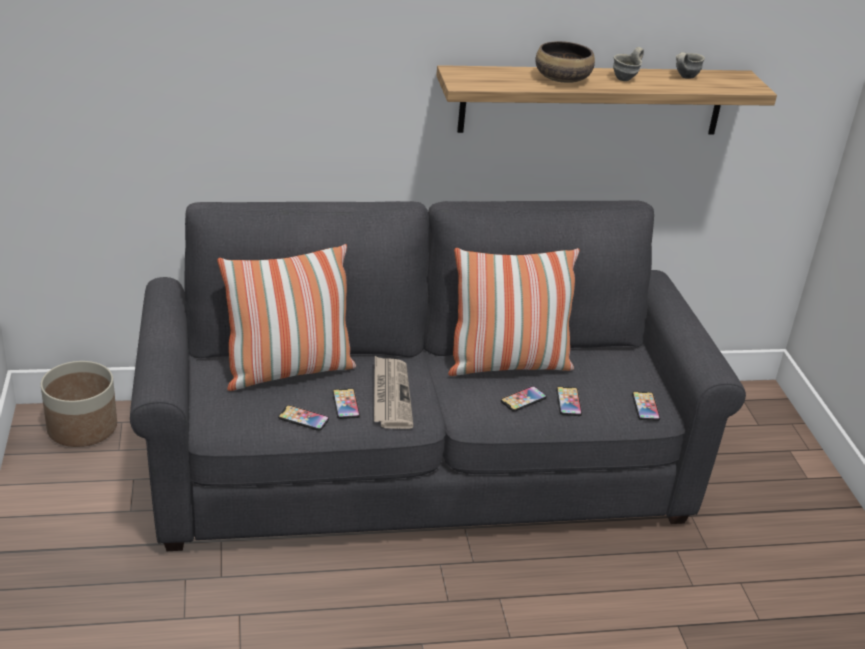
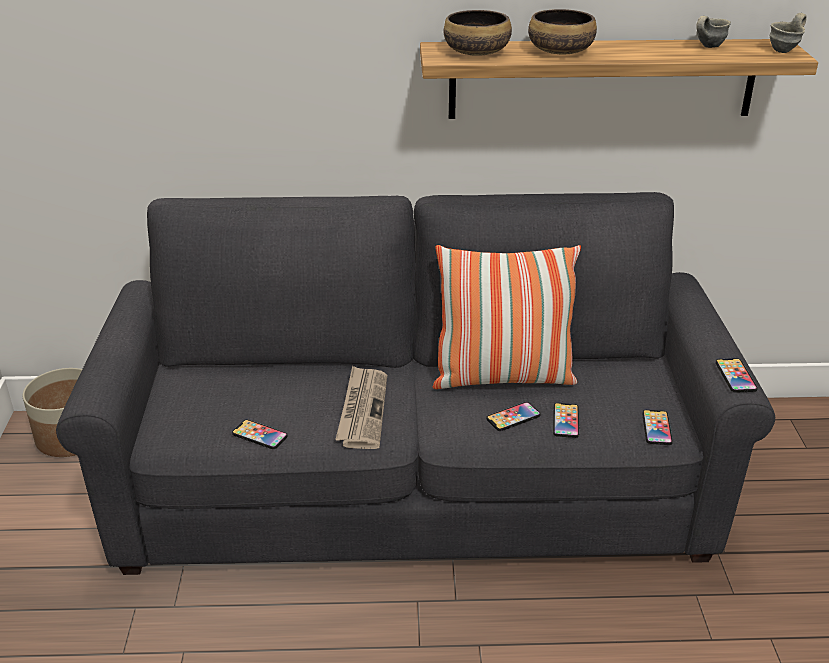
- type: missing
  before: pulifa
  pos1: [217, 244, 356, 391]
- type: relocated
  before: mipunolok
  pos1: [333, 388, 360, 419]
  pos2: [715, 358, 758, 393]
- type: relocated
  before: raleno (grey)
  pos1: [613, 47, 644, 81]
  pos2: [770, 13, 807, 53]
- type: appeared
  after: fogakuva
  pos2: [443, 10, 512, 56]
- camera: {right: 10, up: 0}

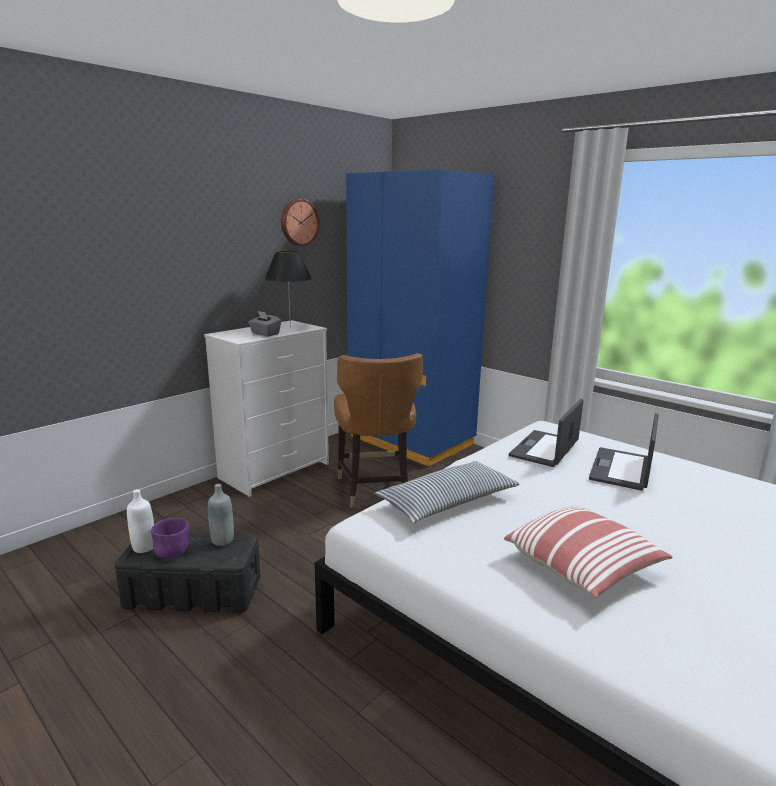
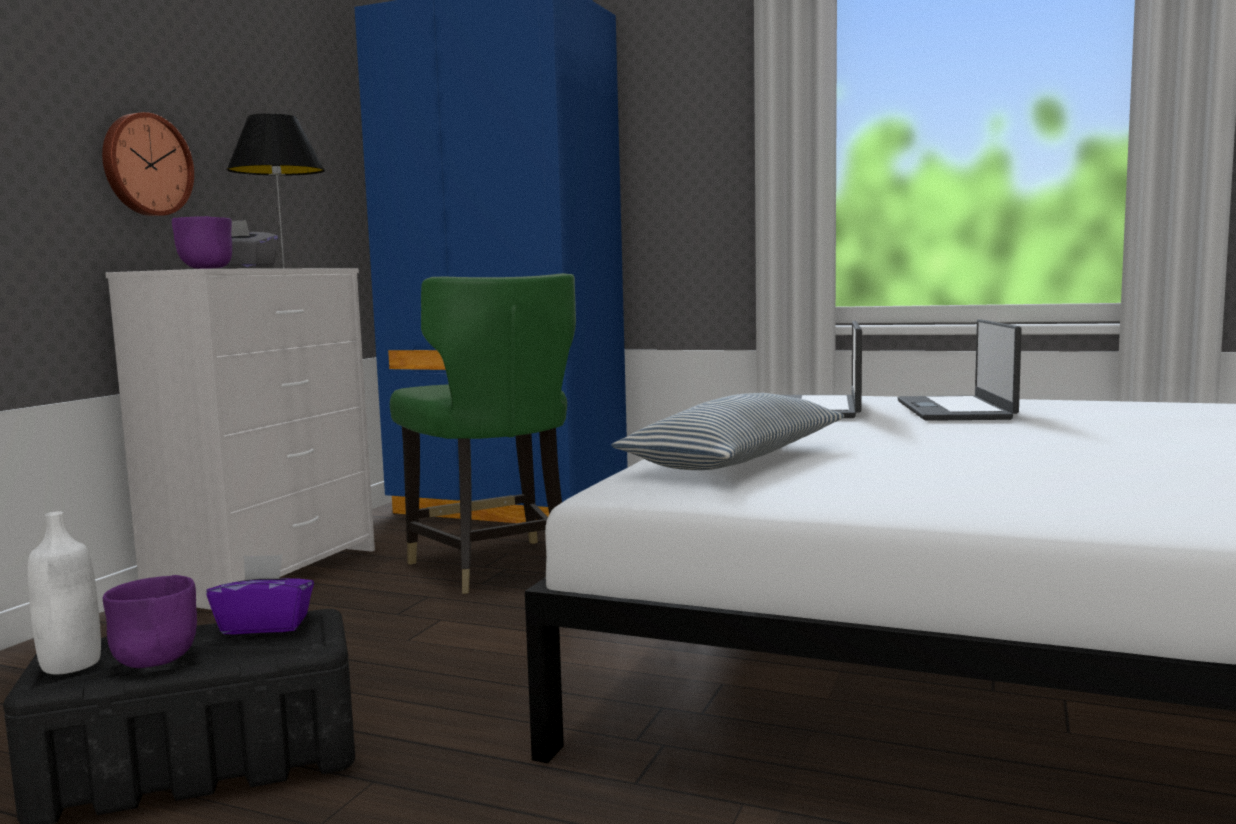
- type: exchanged
  before: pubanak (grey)
  after: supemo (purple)
  pos1: [208, 484, 234, 546]
  pos2: [206, 554, 314, 635]
- type: relocated
  before: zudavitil
  pos1: [281, 199, 320, 246]
  pos2: [102, 112, 194, 216]
- type: colour
  before: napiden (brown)
  after: napiden (green)
  pos1: [334, 353, 423, 508]
  pos2: [390, 273, 576, 594]
- type: missing
  before: pulifa
  pos1: [504, 506, 673, 598]
- type: appeared
  after: fogakuva (purple)
  pos2: [172, 216, 232, 269]
- camera: {right: -20, up: -10}

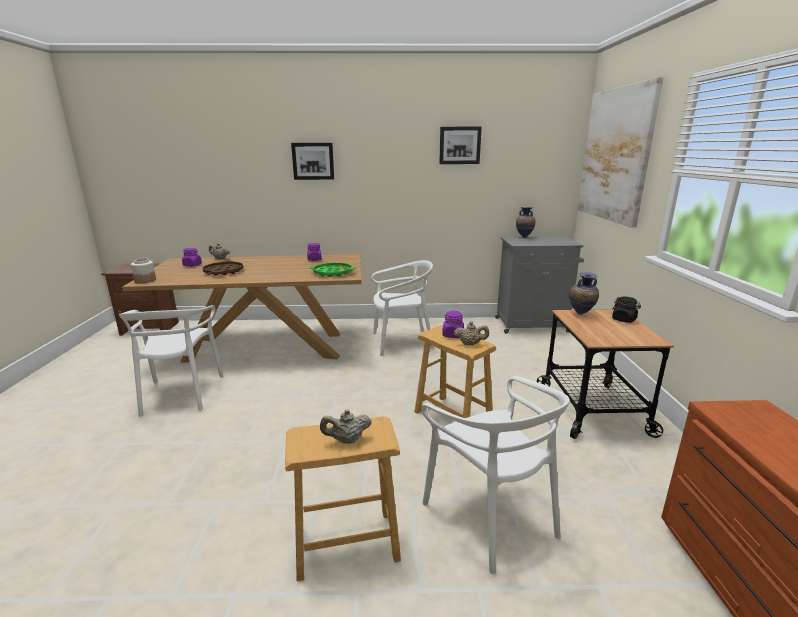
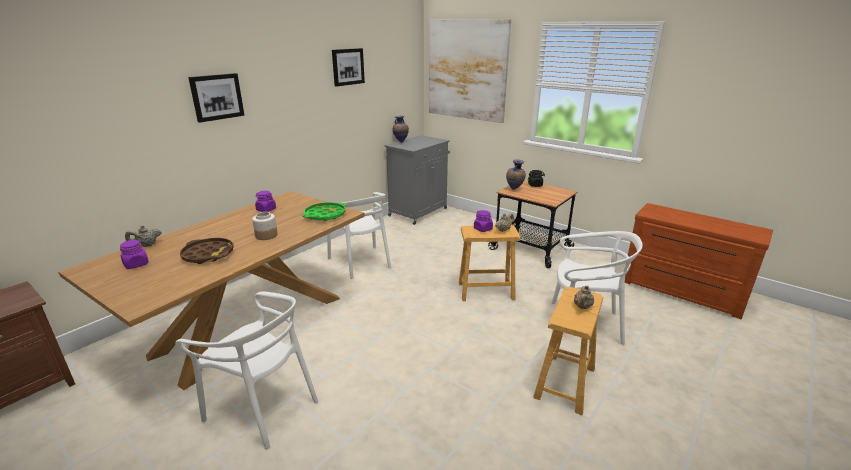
- type: relocated
  before: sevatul
  pos1: [131, 258, 156, 283]
  pos2: [252, 212, 278, 240]
- type: spun
  before: napiden (white)
  pos1: [371, 260, 434, 356]
  pos2: [327, 192, 391, 279]
  turn: 120
- camera: {right: -50, up: 5}

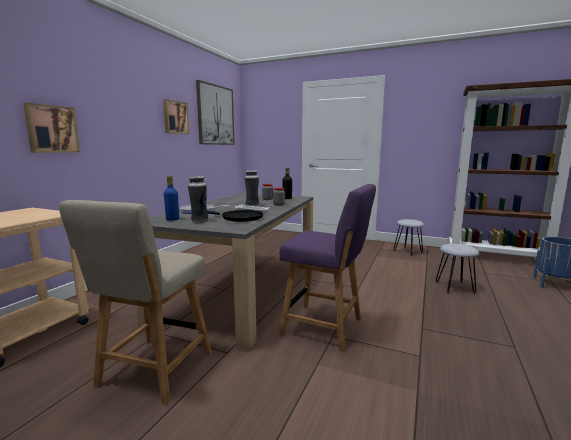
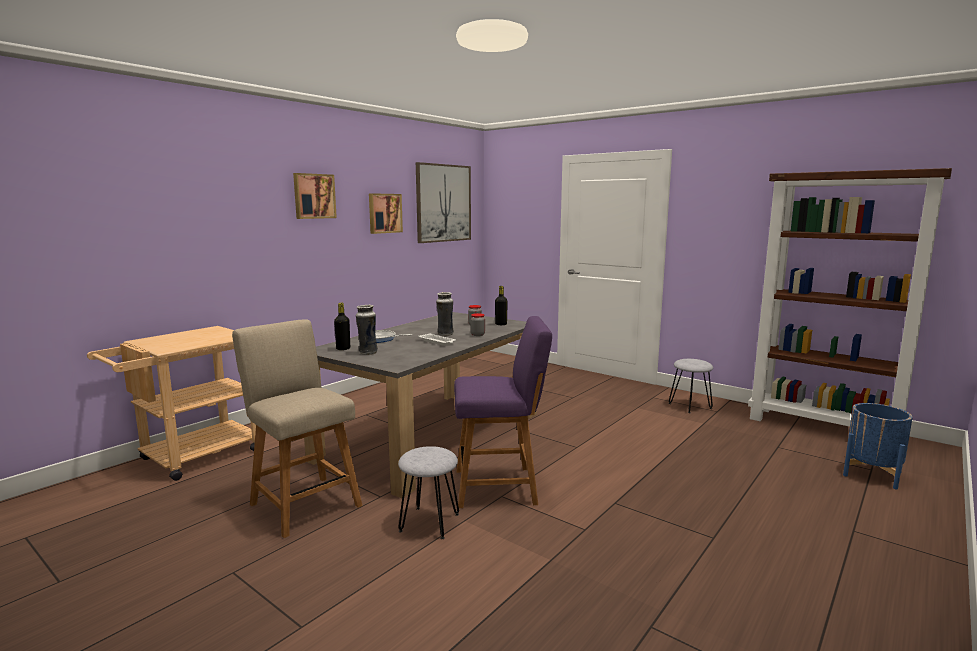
- type: relocated
  before: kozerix
  pos1: [23, 103, 80, 153]
  pos2: [293, 173, 337, 219]
- type: spun
  before: napiden (beige)
  pos1: [59, 200, 212, 405]
  pos2: [232, 319, 363, 538]
  turn: 105
- type: colour
  before: pubanak (blue)
  after: pubanak (black)
  pos1: [164, 176, 179, 221]
  pos2: [334, 303, 350, 350]
- type: missing
  before: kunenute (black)
  pos1: [207, 210, 263, 222]
- type: spun
  before: napiden (purple)
  pos1: [279, 184, 376, 352]
  pos2: [454, 316, 552, 508]
  turn: -45
- type: relocated
  before: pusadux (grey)
  pos1: [435, 244, 479, 294]
  pos2: [398, 446, 459, 539]
- camera: {right: 15, up: 0}

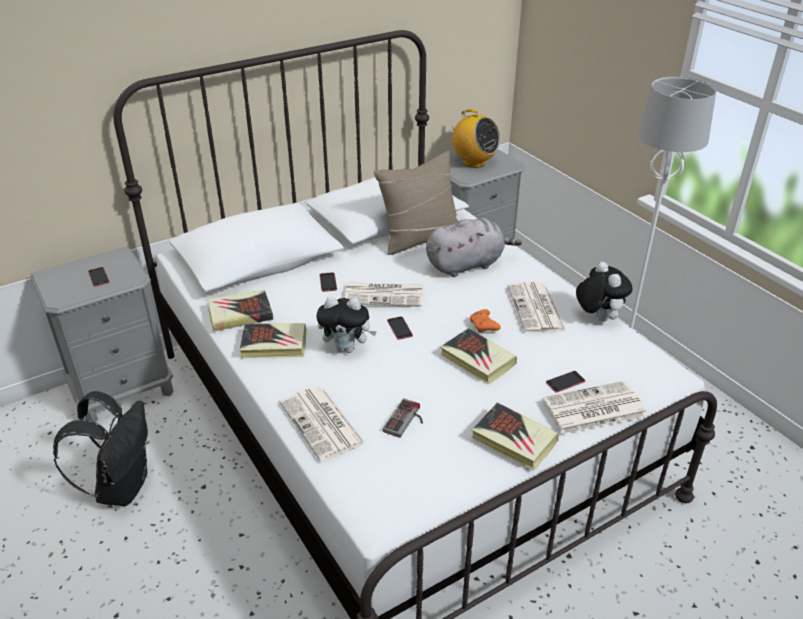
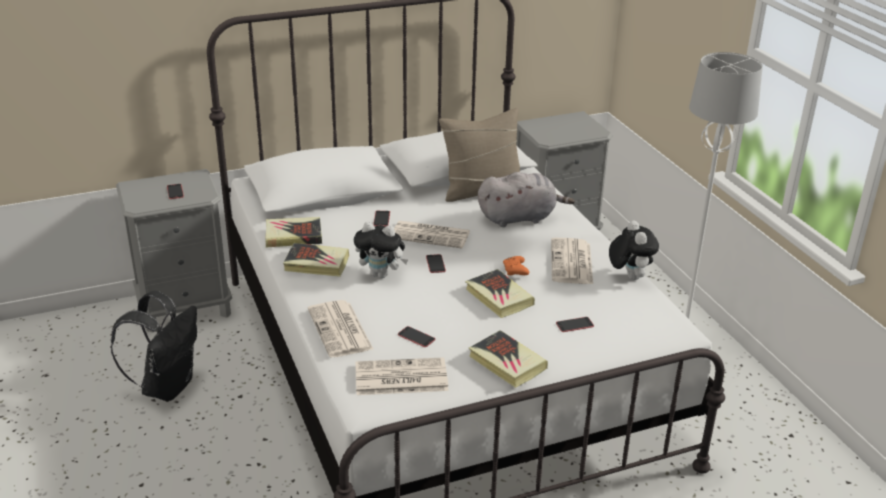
- type: exchanged
  before: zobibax
  after: mipunolok
  pos1: [383, 398, 423, 438]
  pos2: [398, 326, 435, 347]
- type: missing
  before: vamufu
  pos1: [450, 109, 500, 168]
- type: relocated
  before: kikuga
  pos1: [542, 381, 648, 434]
  pos2: [355, 357, 449, 395]
- camera: {right: 10, up: -5}

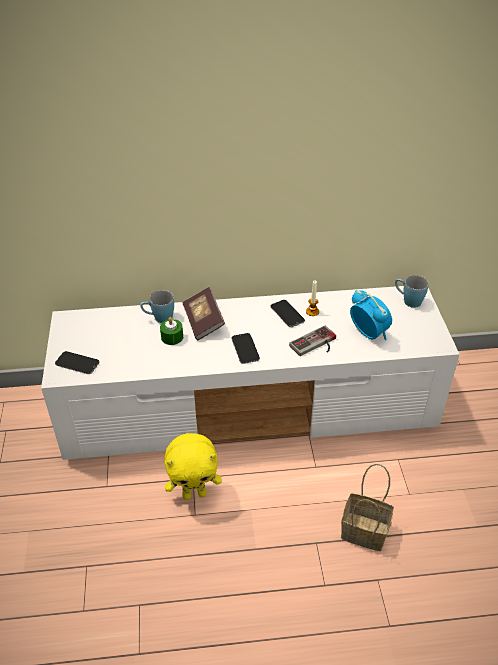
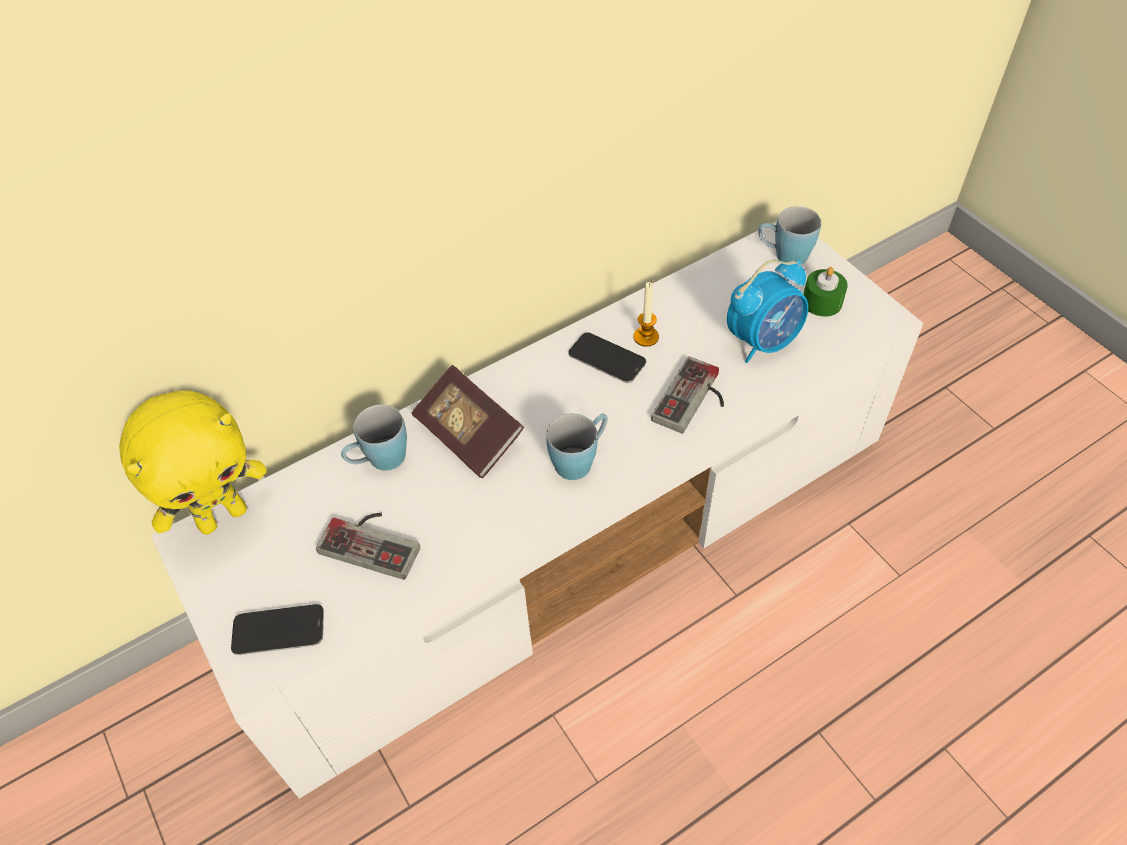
- type: relocated
  before: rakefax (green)
  pos1: [160, 317, 183, 345]
  pos2: [803, 267, 848, 317]
- type: relocated
  before: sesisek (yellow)
  pos1: [165, 433, 222, 500]
  pos2: [119, 390, 267, 535]
- type: exchanged
  before: mipunolok
  after: raleno (blue)
  pos1: [231, 333, 260, 364]
  pos2: [546, 413, 608, 480]
- type: missing
  before: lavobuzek
  pos1: [341, 464, 394, 551]
- type: spun
  before: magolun
  pos1: [350, 290, 392, 340]
  pos2: [727, 260, 808, 363]
  turn: 120
- type: appeared
  after: zobibax
  pos2: [316, 513, 420, 580]
- camera: {right: -25, up: 10}

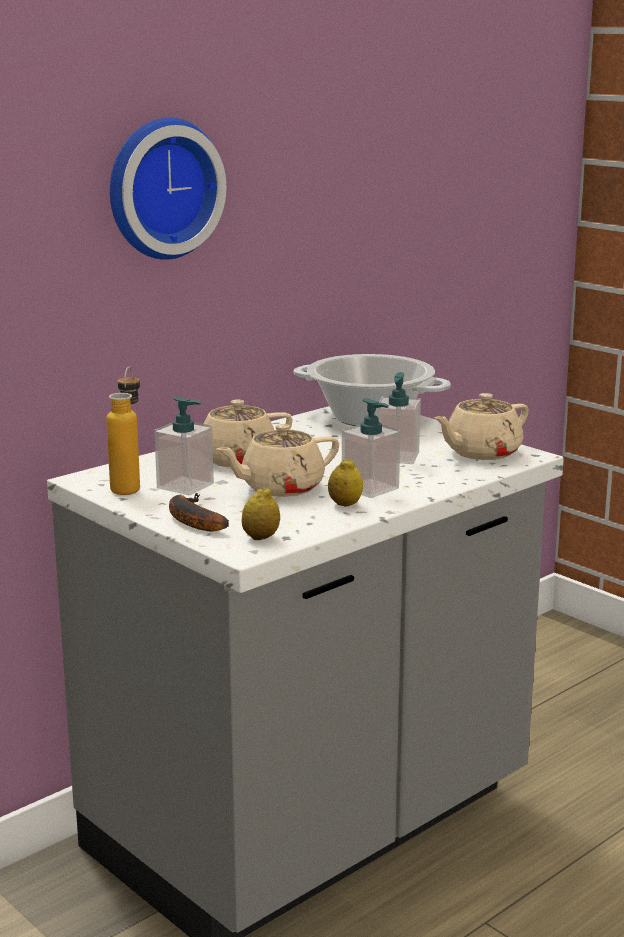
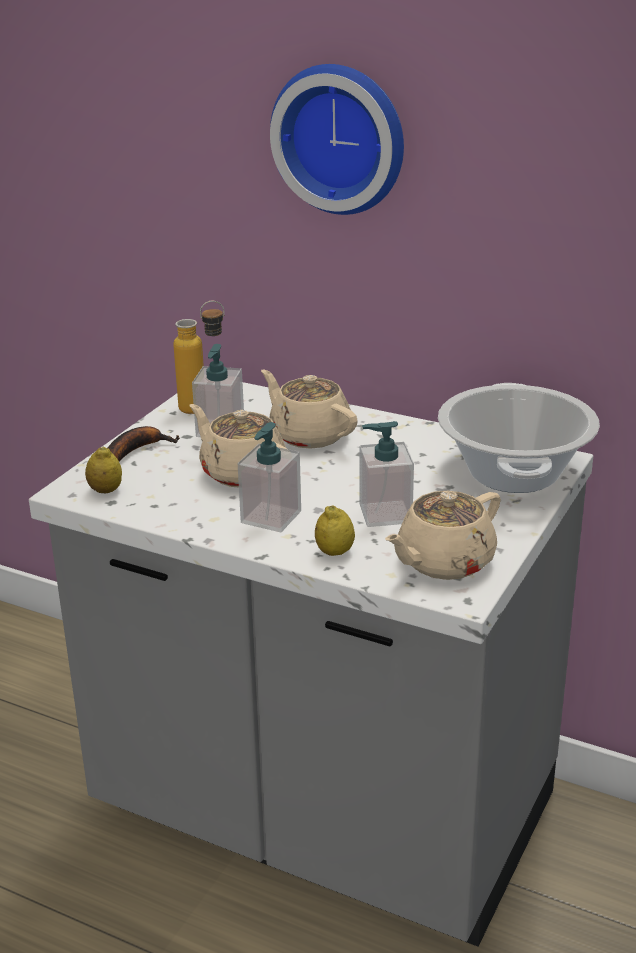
- type: relocated
  before: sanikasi
  pos1: [328, 458, 363, 506]
  pos2: [315, 506, 355, 556]
- type: spun
  before: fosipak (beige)
  pos1: [434, 393, 529, 460]
  pos2: [385, 491, 501, 580]
  turn: -75
- camera: {right: 70, up: 10}

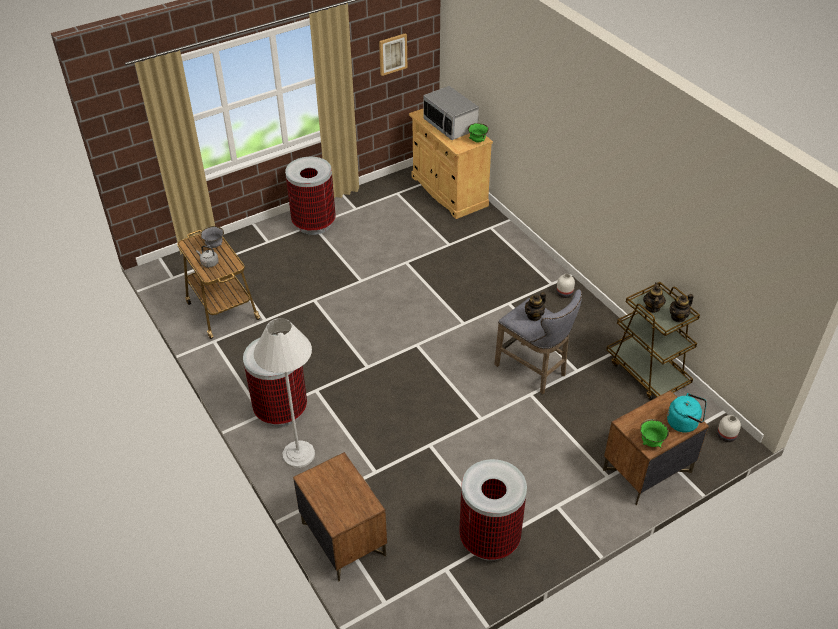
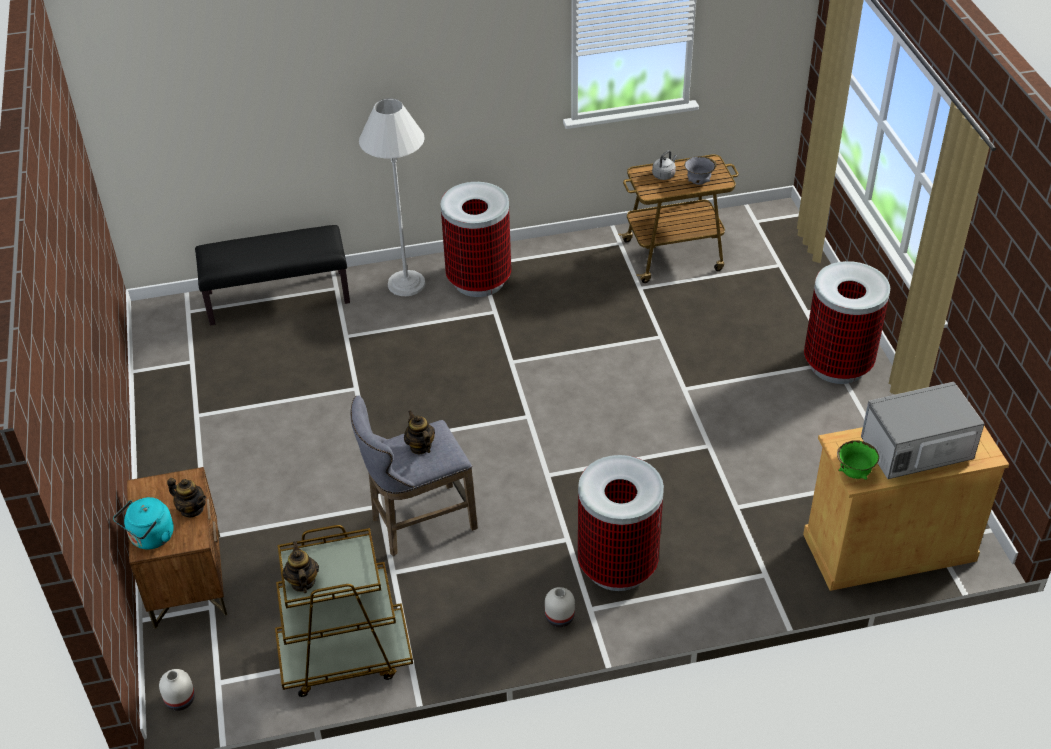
- type: exchanged
  before: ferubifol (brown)
  after: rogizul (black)
  pos1: [293, 452, 387, 582]
  pos2: [195, 225, 350, 325]
- type: missing
  before: kozerix
  pos1: [379, 33, 407, 76]
- type: relocated
  before: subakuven
  pos1: [459, 459, 527, 561]
  pos2: [578, 455, 664, 591]
- type: missing
  before: fogakuva (green)
  pos1: [640, 419, 669, 447]
- type: relocated
  before: fosipak
  pos1: [643, 282, 666, 313]
  pos2: [167, 478, 206, 517]
- camera: {right: 110, up: 0}

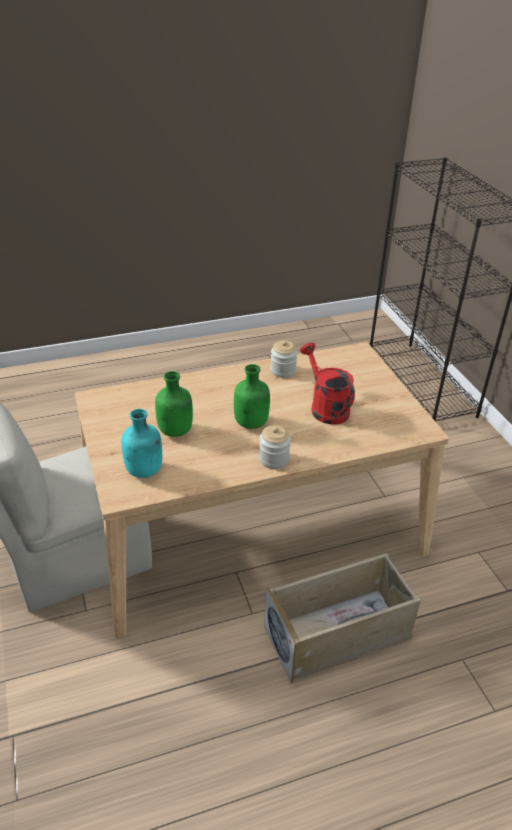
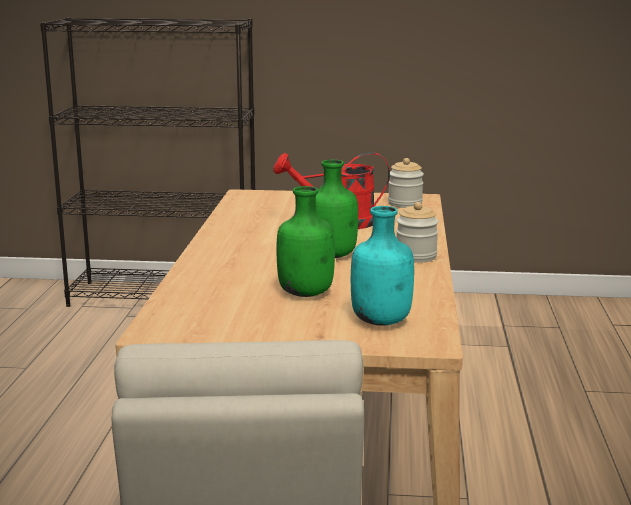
- type: missing
  before: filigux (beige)
  pos1: [264, 553, 421, 684]
- type: relocated
  before: sevatul
  pos1: [270, 341, 298, 378]
  pos2: [388, 158, 424, 208]
- camera: {right: -65, up: -20}

